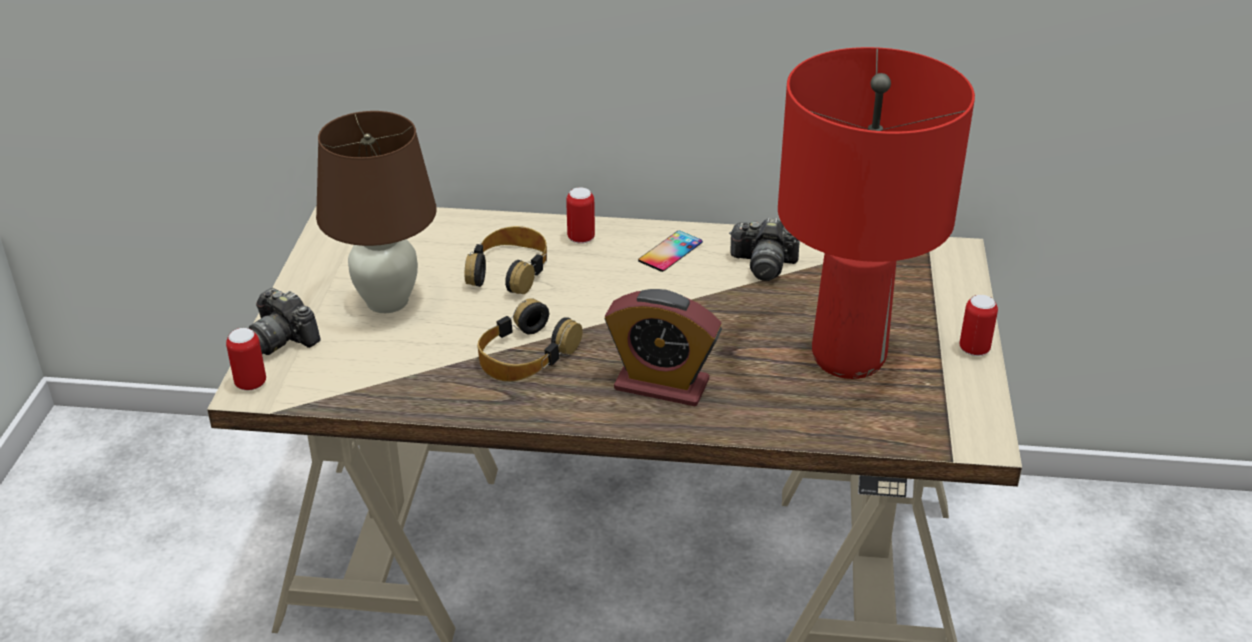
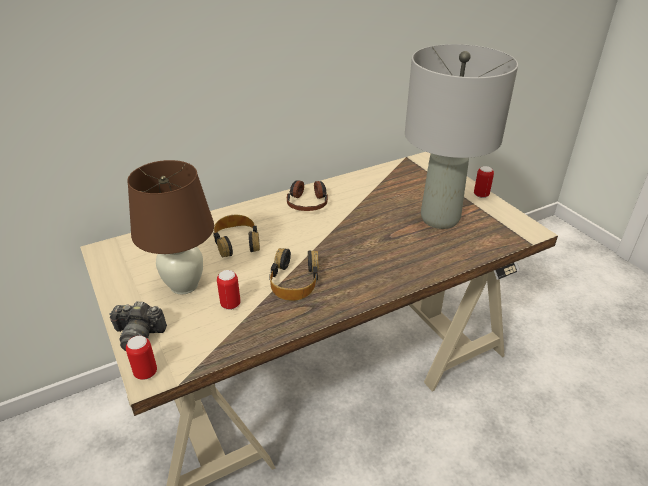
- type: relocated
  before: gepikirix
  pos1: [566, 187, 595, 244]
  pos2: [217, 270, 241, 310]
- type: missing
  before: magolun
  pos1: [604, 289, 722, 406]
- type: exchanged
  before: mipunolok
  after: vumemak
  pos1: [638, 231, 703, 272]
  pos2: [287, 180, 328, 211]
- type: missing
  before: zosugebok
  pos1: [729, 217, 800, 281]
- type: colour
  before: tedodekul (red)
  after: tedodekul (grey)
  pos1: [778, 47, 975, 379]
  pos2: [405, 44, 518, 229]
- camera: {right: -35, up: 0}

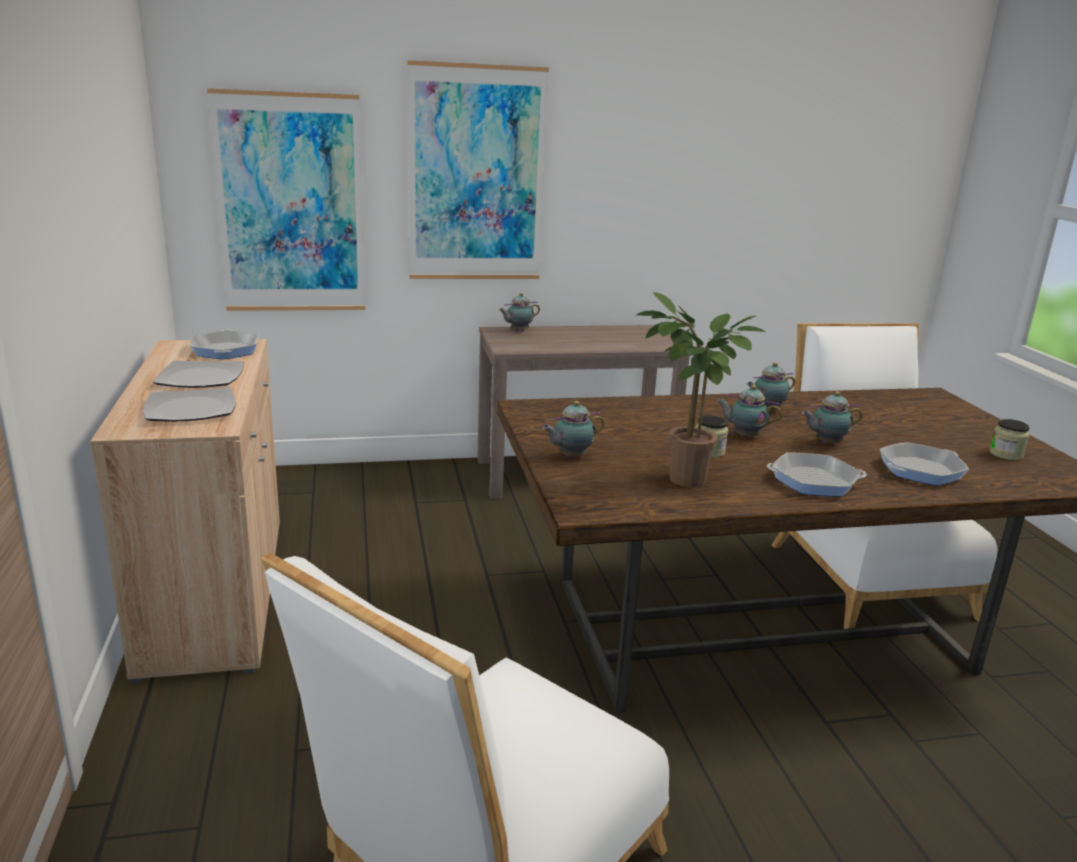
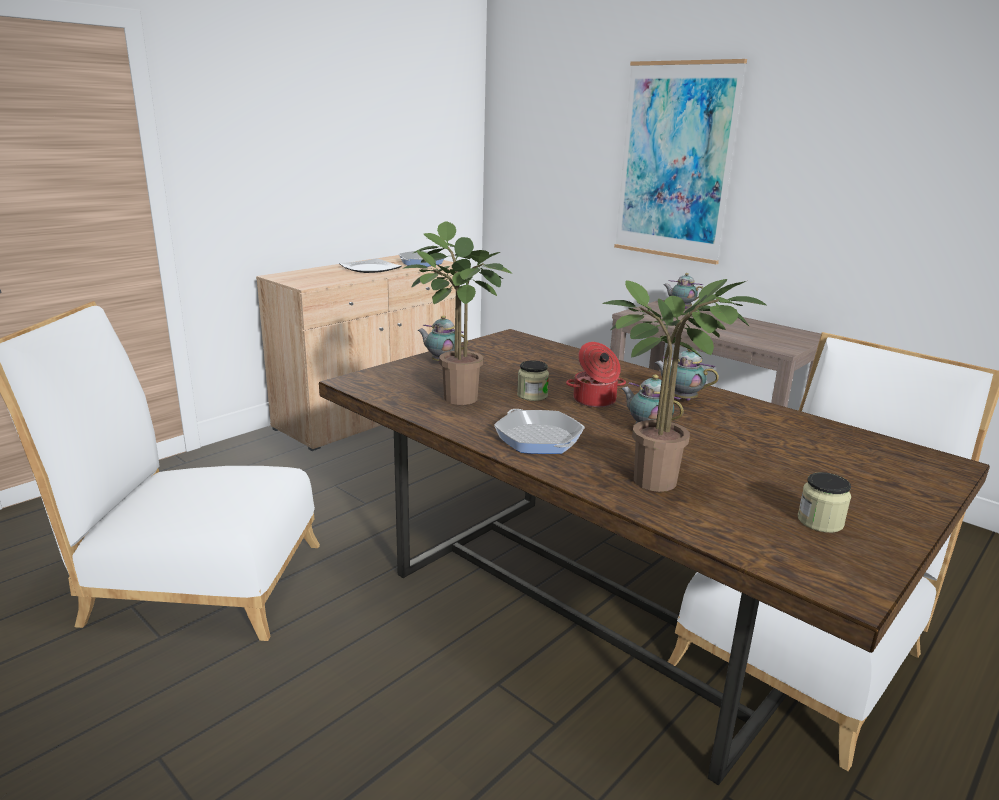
- type: missing
  before: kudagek
  pos1: [144, 387, 236, 422]
- type: missing
  before: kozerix
  pos1: [207, 88, 365, 311]
- type: exchanged
  before: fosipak
  after: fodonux
  pos1: [717, 385, 782, 438]
  pos2: [566, 342, 626, 407]
- type: exchanged
  before: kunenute
  after: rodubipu
  pos1: [880, 442, 969, 485]
  pos2: [602, 279, 766, 492]
- camera: {right: 55, up: 0}

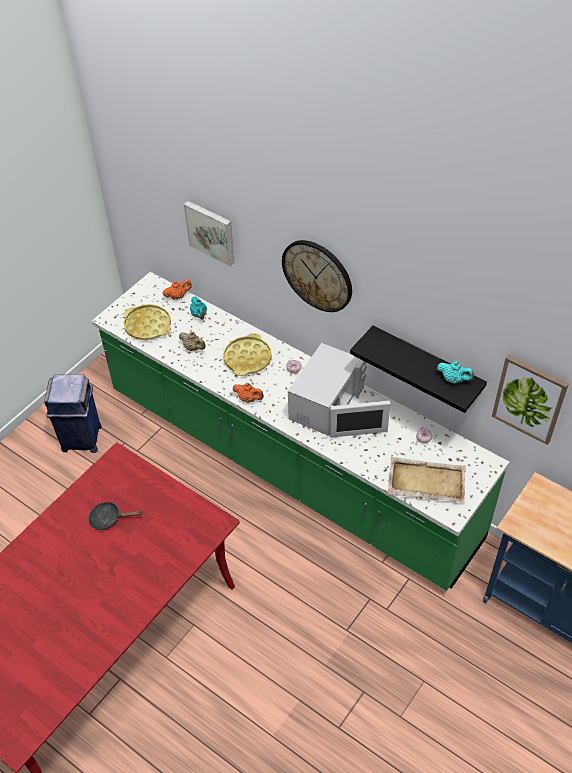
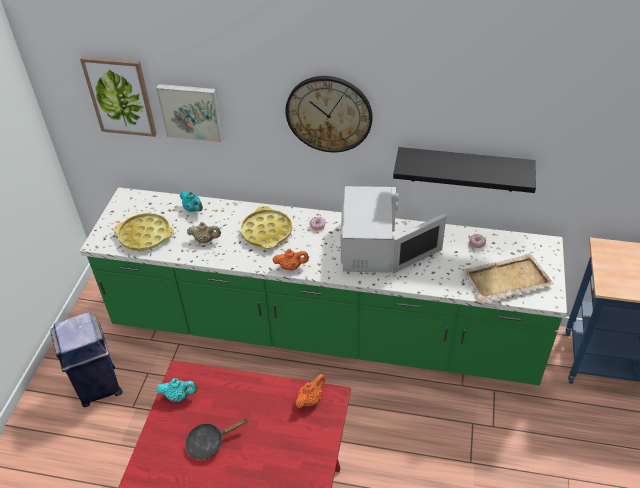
- type: relocated
  before: fosipak (orange)
  pos1: [163, 279, 192, 300]
  pos2: [295, 374, 326, 408]
- type: relocated
  before: fosipak (turquoise)
  pos1: [437, 361, 474, 384]
  pos2: [156, 378, 198, 402]
- type: relocated
  before: kozerix
  pos1: [492, 355, 569, 445]
  pos2: [80, 56, 157, 137]
- camera: {right: -25, up: -5}

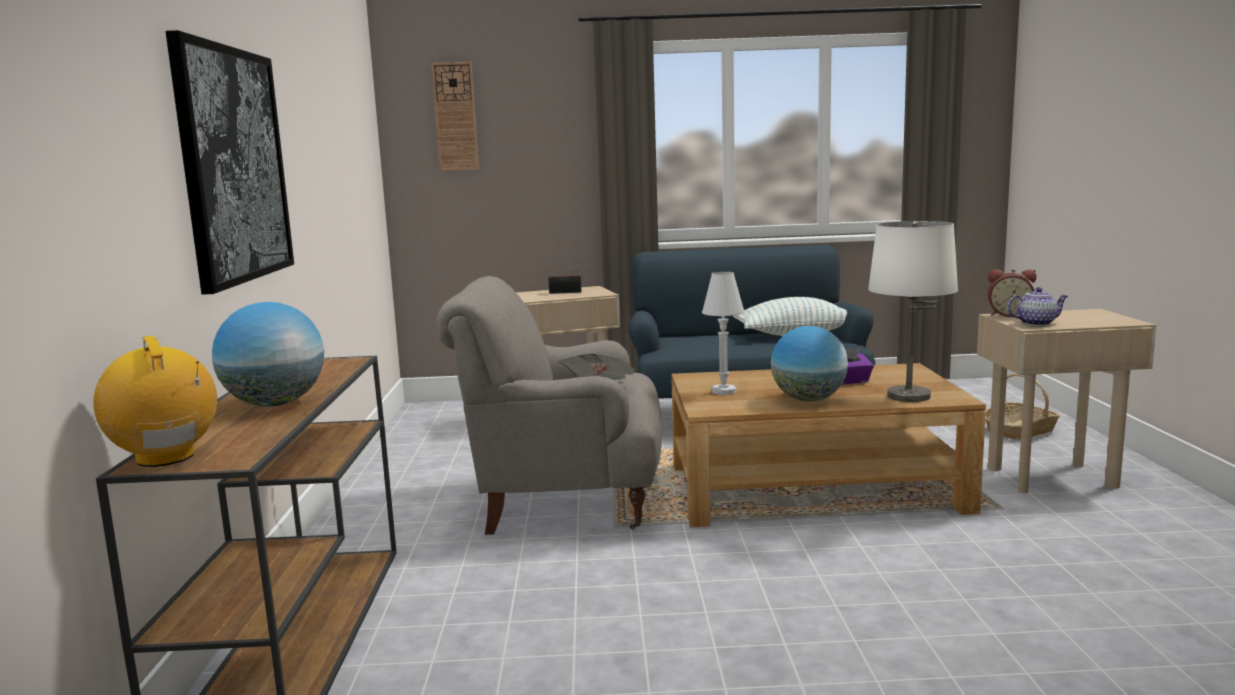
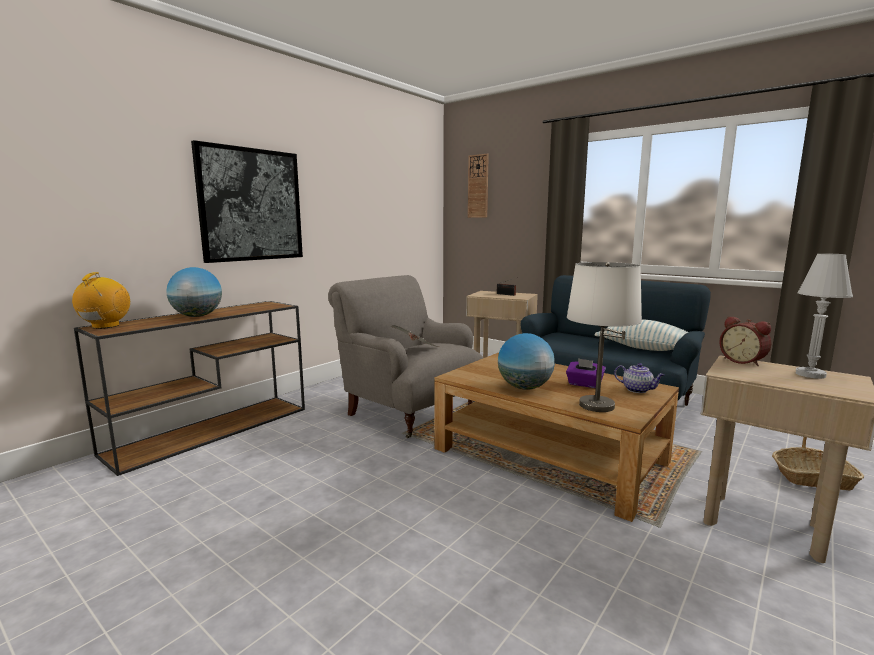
- type: relocated
  before: tedodekul (white)
  pos1: [702, 272, 745, 395]
  pos2: [796, 253, 853, 379]
- type: relocated
  before: fosipak
  pos1: [1007, 287, 1068, 326]
  pos2: [614, 363, 665, 393]
- camera: {right: 40, up: 0}

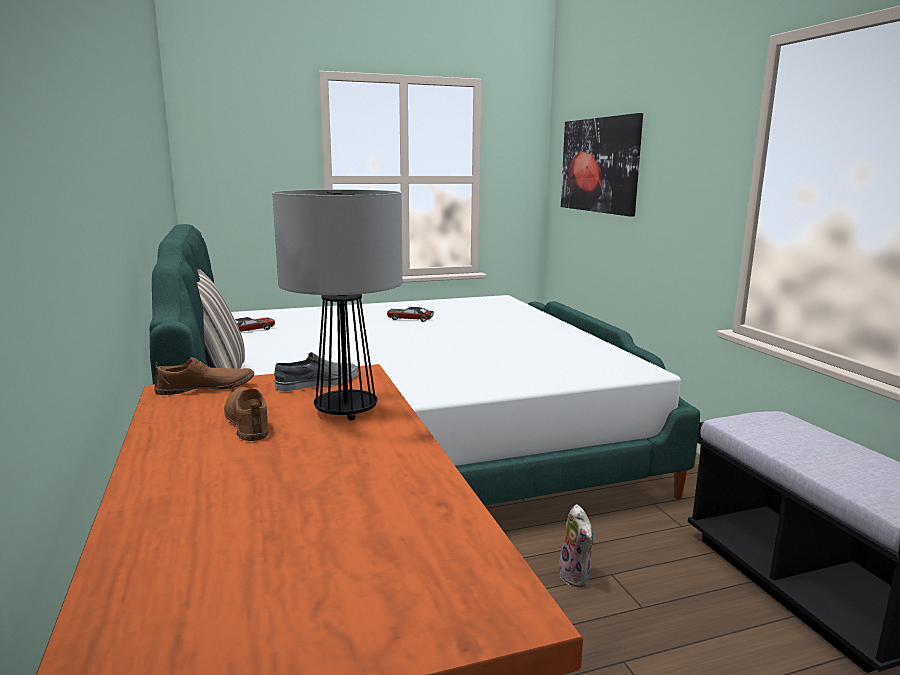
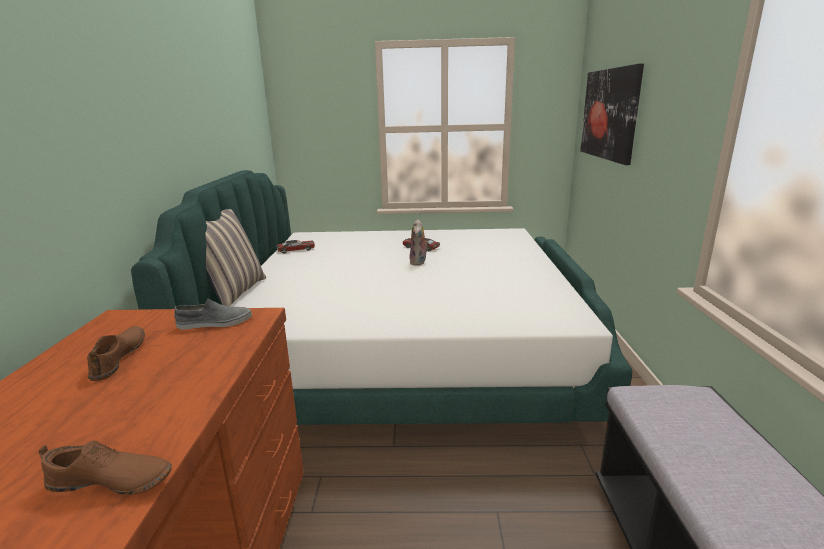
- type: relocated
  before: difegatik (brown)
  pos1: [154, 357, 254, 395]
  pos2: [39, 440, 172, 495]
- type: missing
  before: tedodekul
  pos1: [272, 189, 403, 421]
- type: relocated
  before: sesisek
  pos1: [559, 504, 595, 587]
  pos2: [410, 219, 429, 266]
- camera: {right: 20, up: 5}

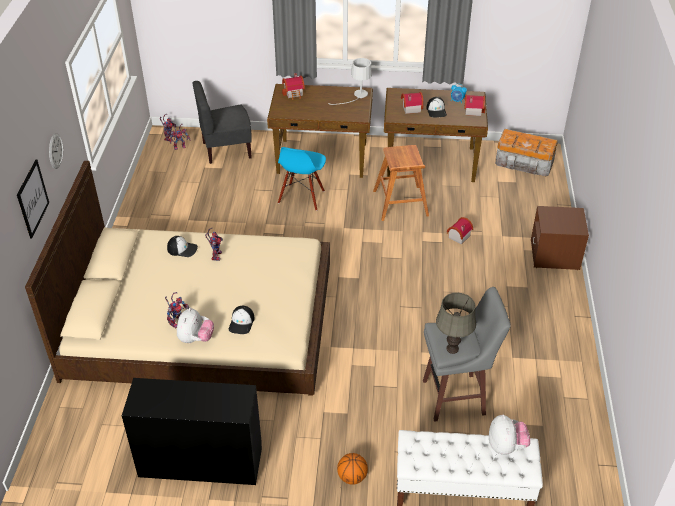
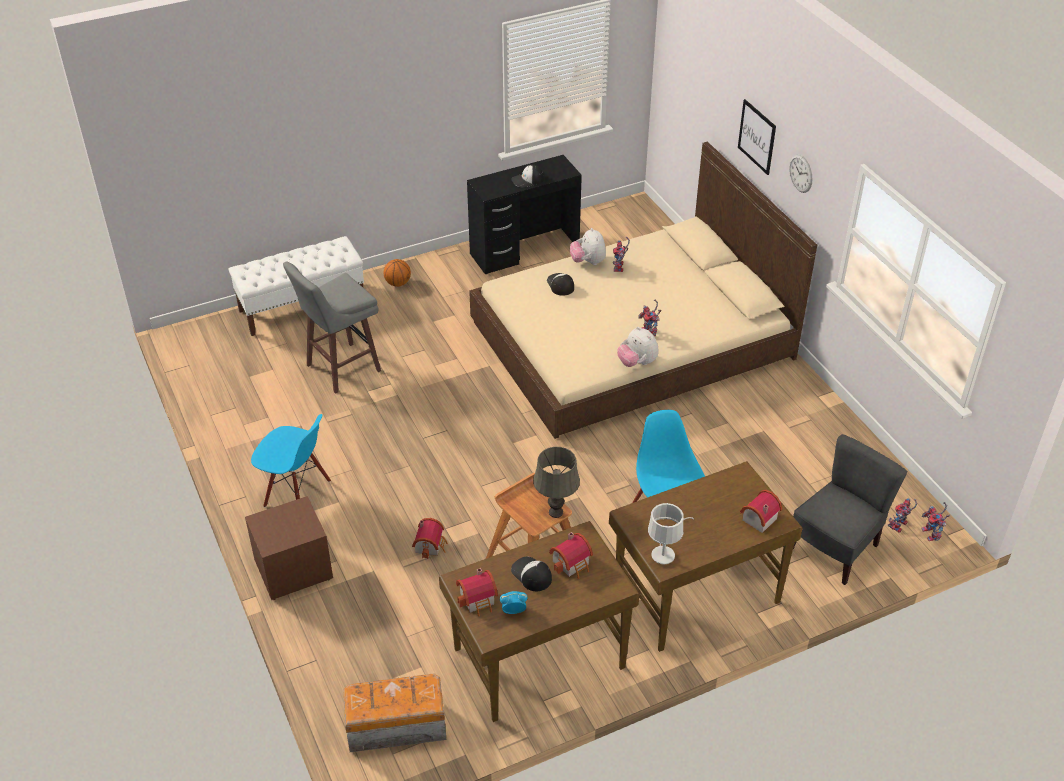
- type: relocated
  before: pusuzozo
  pos1: [167, 236, 198, 257]
  pos2: [511, 164, 544, 188]
- type: relocated
  before: tedodekul (grey)
  pos1: [436, 293, 477, 354]
  pos2: [533, 447, 580, 518]
- type: relocated
  before: sesisek
  pos1: [489, 415, 530, 455]
  pos2: [617, 327, 658, 367]
- type: appeared
  after: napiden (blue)
  pos2: [251, 414, 331, 507]
- camera: {right: 150, up: 0}

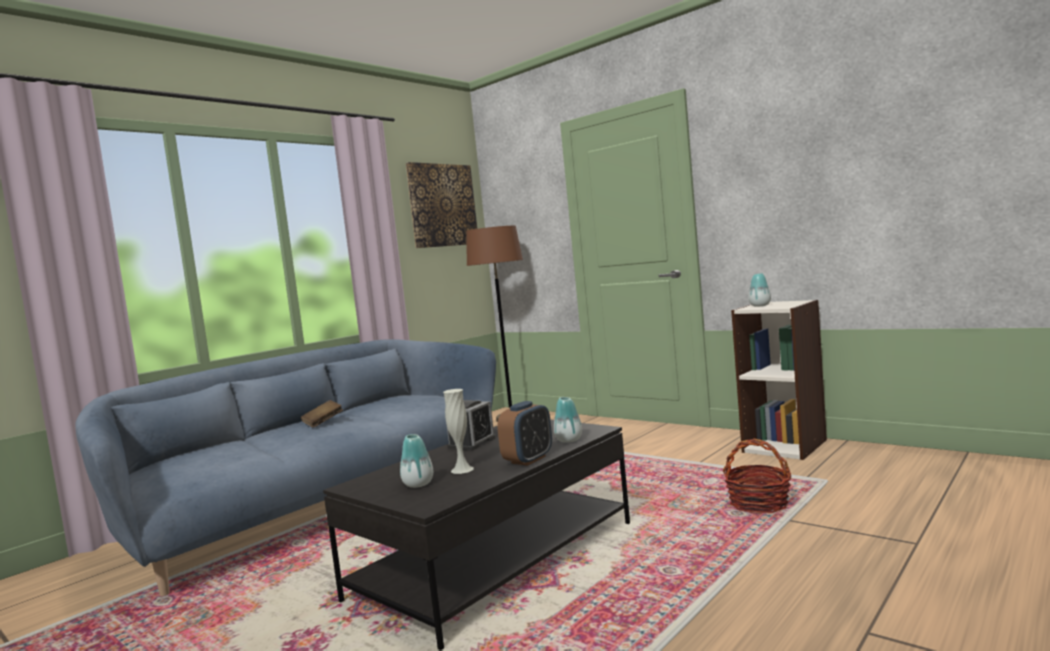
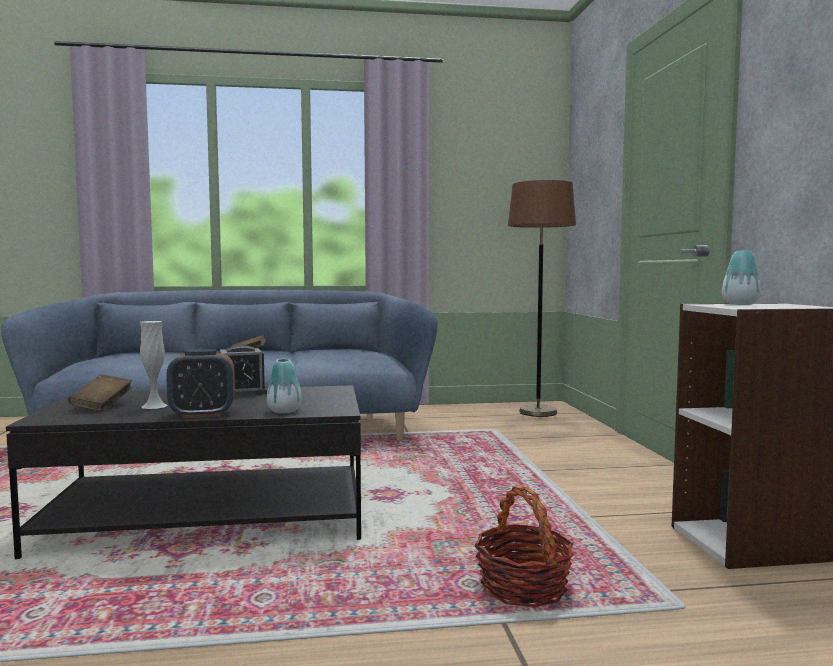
- type: exchanged
  before: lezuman
  after: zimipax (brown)
  pos1: [400, 434, 433, 488]
  pos2: [68, 374, 132, 411]
- type: missing
  before: kozerix
  pos1: [406, 162, 477, 248]
- camera: {right: 40, up: 0}

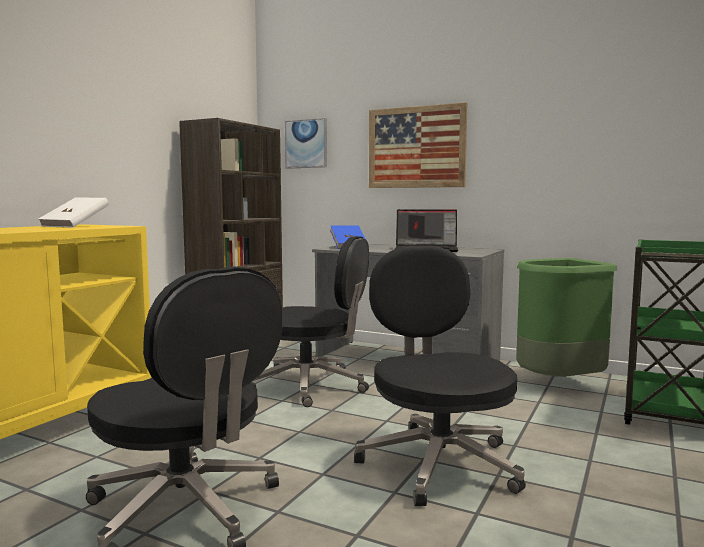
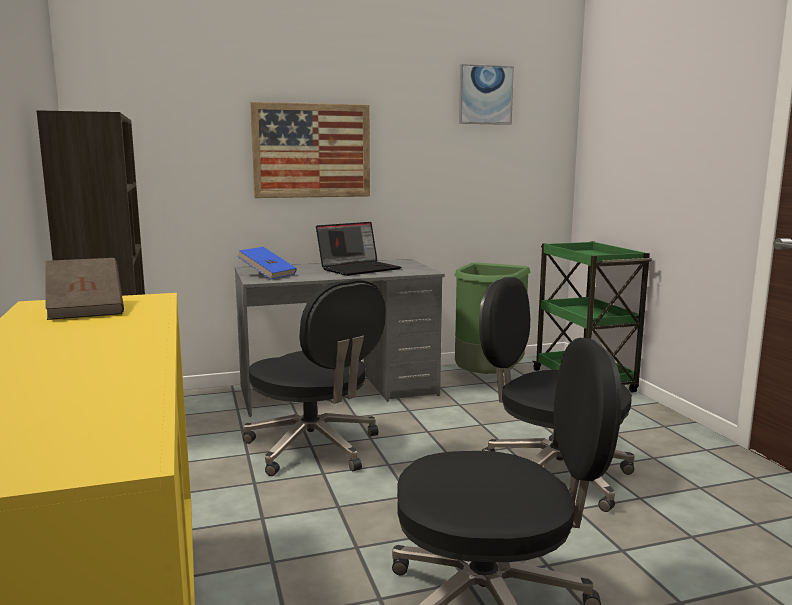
- type: colour
  before: zimipax (white)
  after: zimipax (brown)
  pos1: [38, 197, 109, 228]
  pos2: [45, 258, 124, 320]
- type: spun
  before: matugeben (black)
  pos1: [251, 236, 369, 407]
  pos2: [243, 279, 386, 476]
  turn: 75
- type: relocated
  before: kozerix
  pos1: [285, 118, 327, 169]
  pos2: [459, 64, 514, 125]
- camera: {right: -45, up: 5}

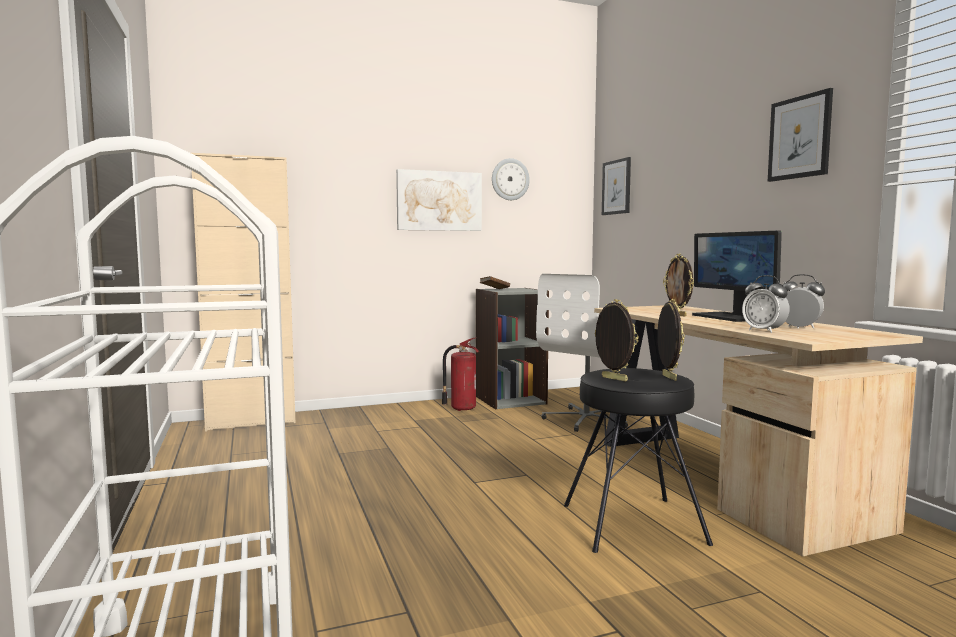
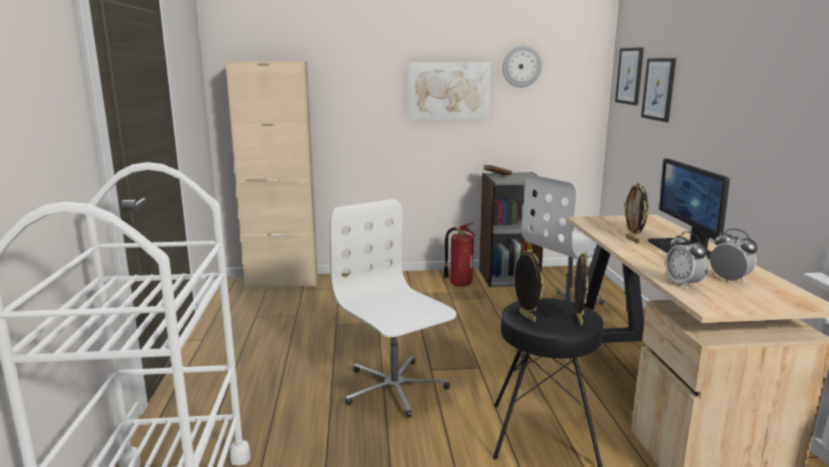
- type: relocated
  before: kozerix
  pos1: [768, 88, 833, 182]
  pos2: [641, 58, 676, 122]
- type: appeared
  after: matugeben (white)
  pos2: [330, 199, 457, 418]
- camera: {right: 15, up: 10}

